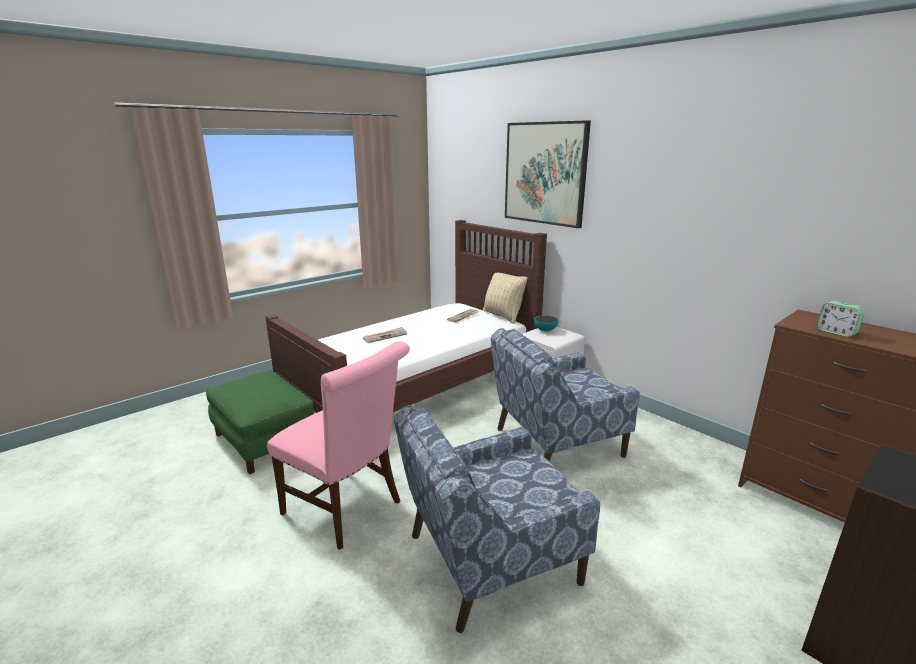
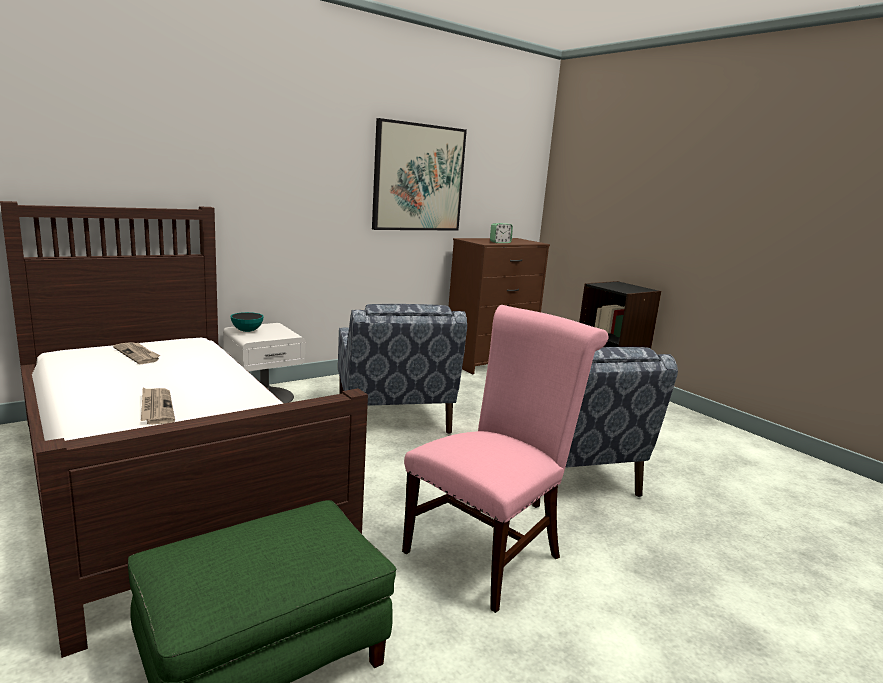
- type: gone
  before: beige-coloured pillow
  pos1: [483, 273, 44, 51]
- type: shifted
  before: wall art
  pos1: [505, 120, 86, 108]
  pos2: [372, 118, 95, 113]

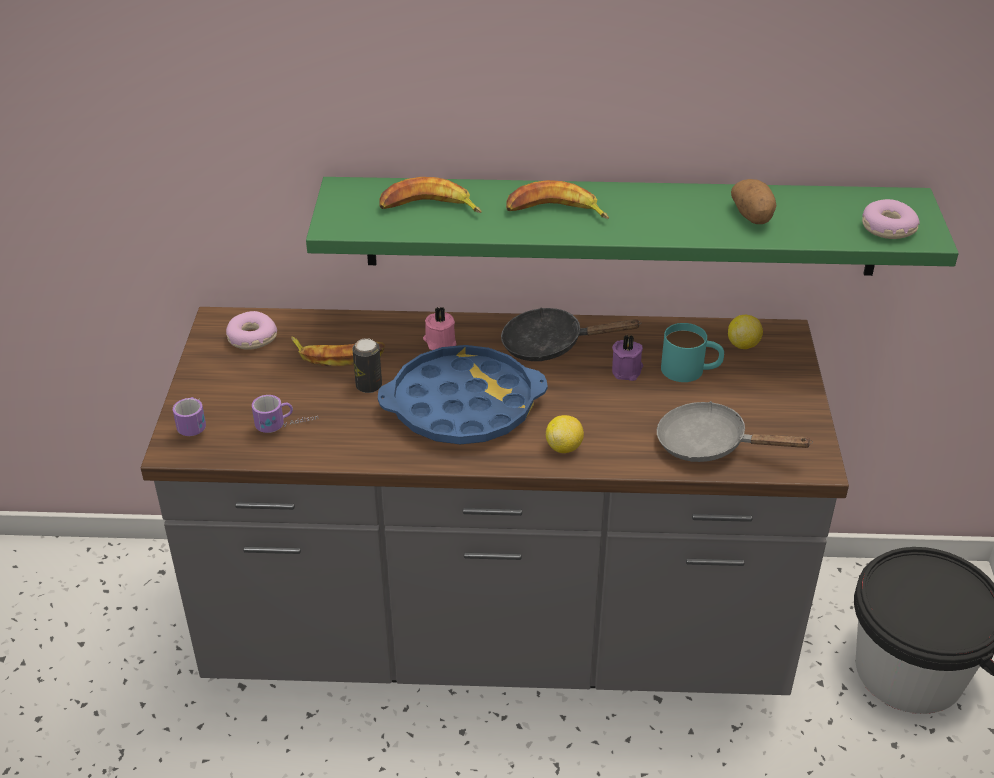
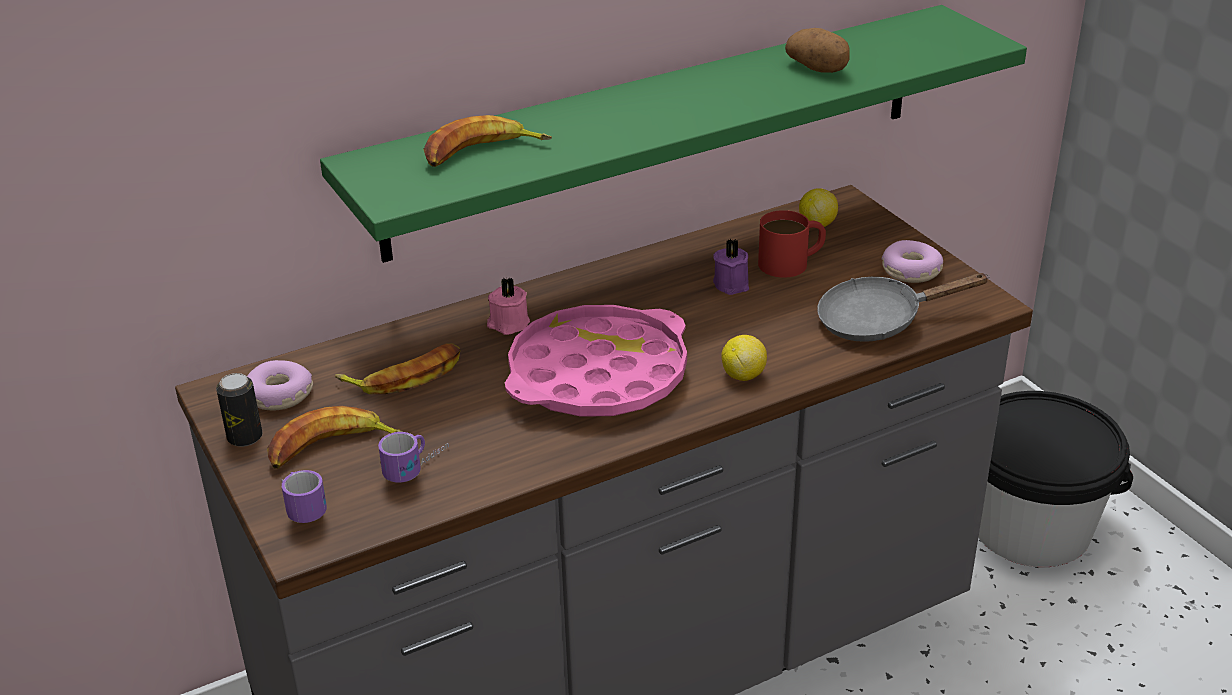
- type: shifted
  before: can
  pos1: [352, 338, 30, 55]
  pos2: [216, 373, 46, 74]
- type: repainted
  before: blue-coloured carrying tray
  after: pink-coloured carrying tray
  pos1: [378, 345, 170, 99]
  pos2: [505, 305, 182, 112]
- type: gone
  before: blackish frying pan
  pos1: [501, 307, 141, 54]
- type: shifted
  before: banana
  pos1: [506, 180, 103, 39]
  pos2: [267, 406, 135, 63]
- type: repainted
  before: blue-green mug
  after: reddish mug
  pos1: [661, 323, 63, 59]
  pos2: [758, 210, 68, 67]
- type: shifted
  before: doughnut
  pos1: [862, 199, 58, 40]
  pos2: [882, 240, 61, 43]

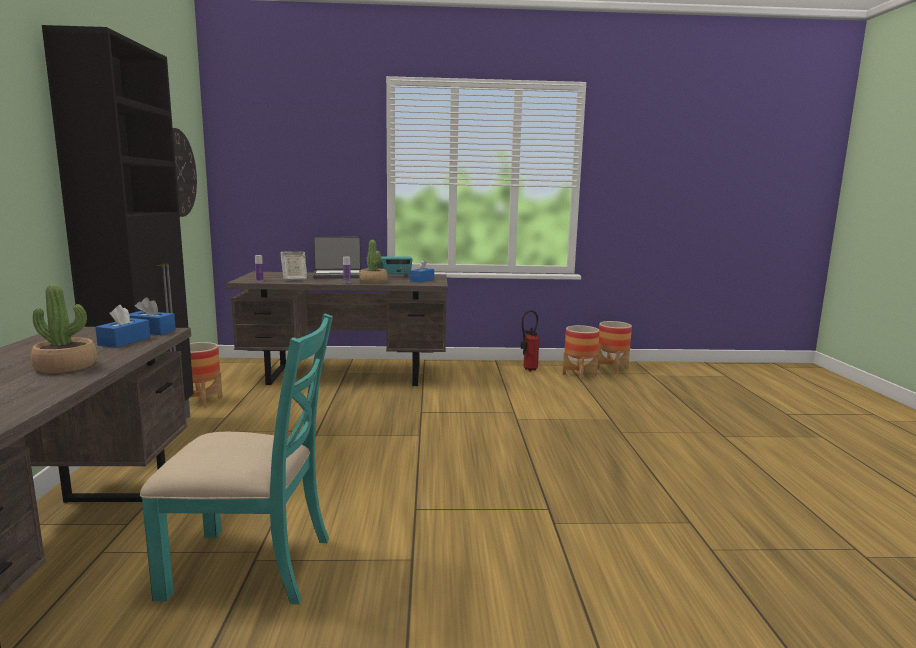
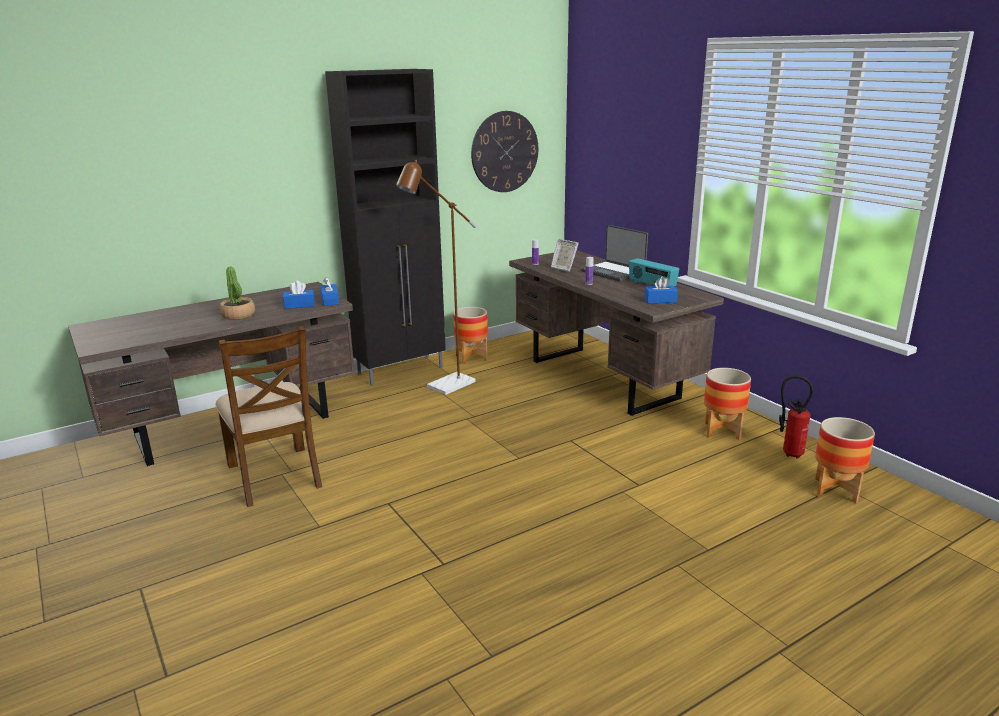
- type: repainted
  before: blue-green plain chair
  after: brown plain chair
  pos1: [140, 313, 193, 292]
  pos2: [216, 326, 106, 181]
- type: gone
  before: plant in a pot
  pos1: [359, 240, 29, 44]
- type: shifted
  before: planter
  pos1: [597, 321, 35, 53]
  pos2: [704, 368, 47, 72]
- type: new
  after: brown floor lamp
  pos2: [396, 160, 80, 235]

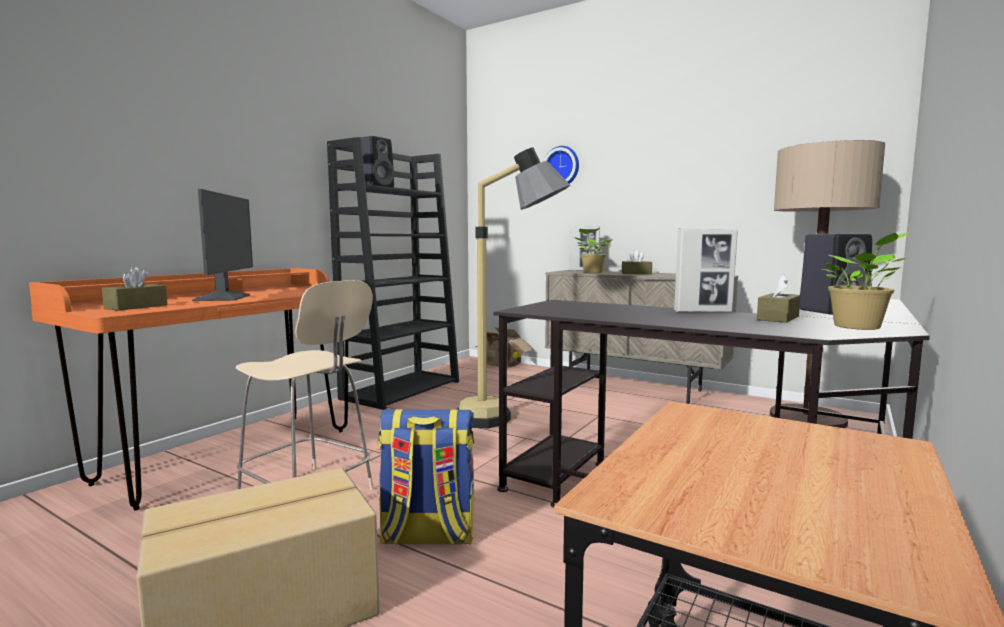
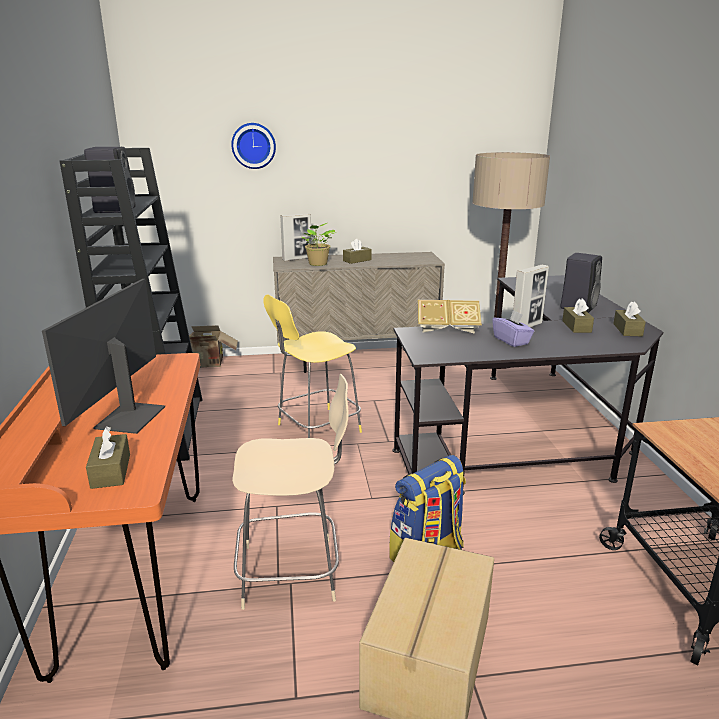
- type: rotated
  before: computer display
  pos1: [192, 189, 61, 112]
  pos2: [42, 279, 123, 155]
  turn: -120
- type: swapped
  before: floor lamp
  after: yellow sitting stool
  pos1: [457, 147, 114, 281]
  pos2: [263, 294, 99, 144]
- type: swapped
  before: plant in a pot
  after: brown tissue holder
  pos1: [822, 233, 86, 97]
  pos2: [613, 301, 33, 36]
- type: new
  after: book
  pos2: [418, 300, 64, 34]
- type: new
  after: purple tissue holder
  pos2: [492, 310, 43, 37]

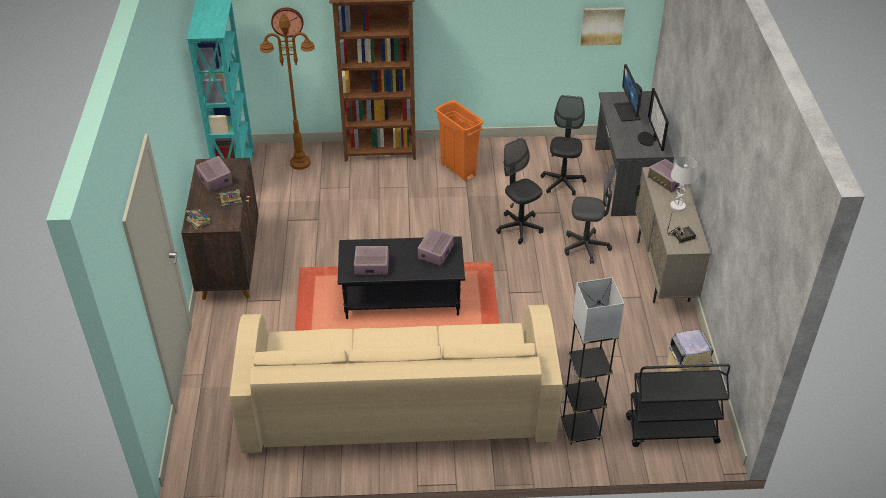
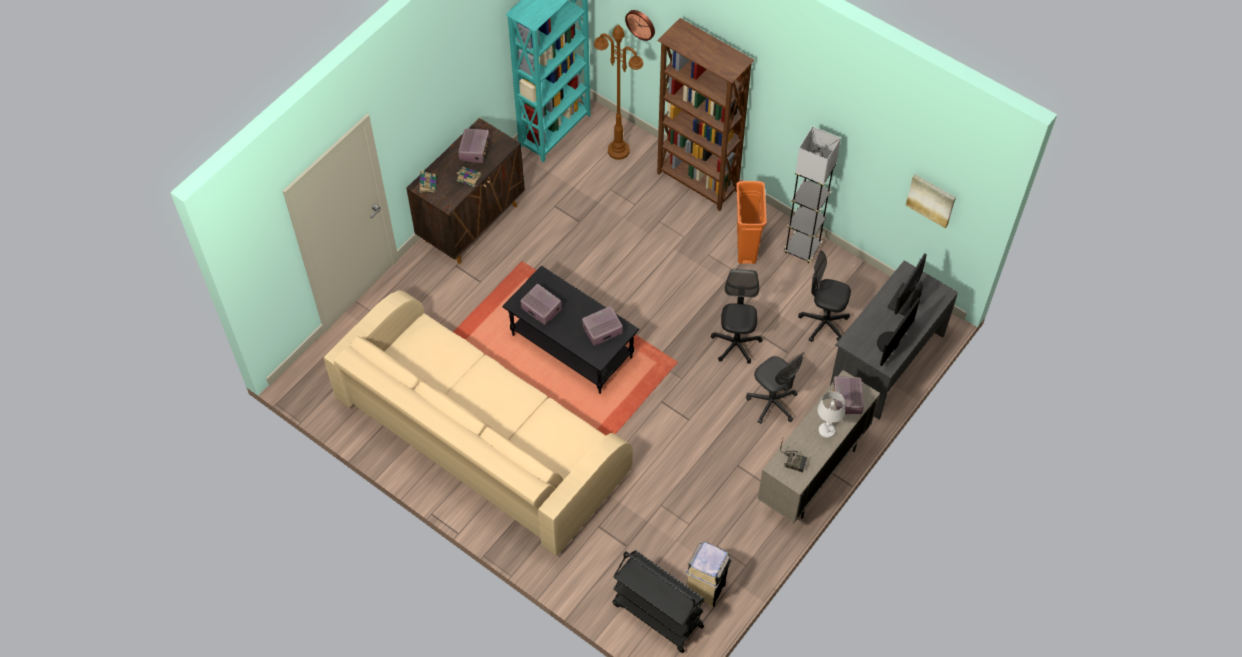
- type: rotated
  before: blackish office chair
  pos1: [541, 95, 45, 101]
  pos2: [798, 250, 53, 92]
  turn: -120
- type: shifted
  before: grey floor lamp
  pos1: [561, 277, 63, 168]
  pos2: [784, 126, 57, 137]

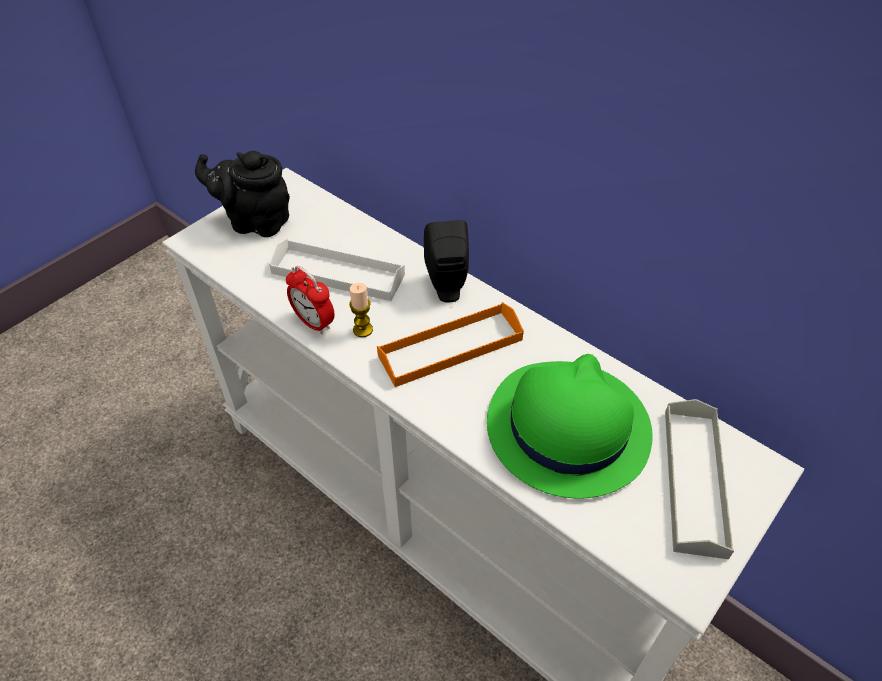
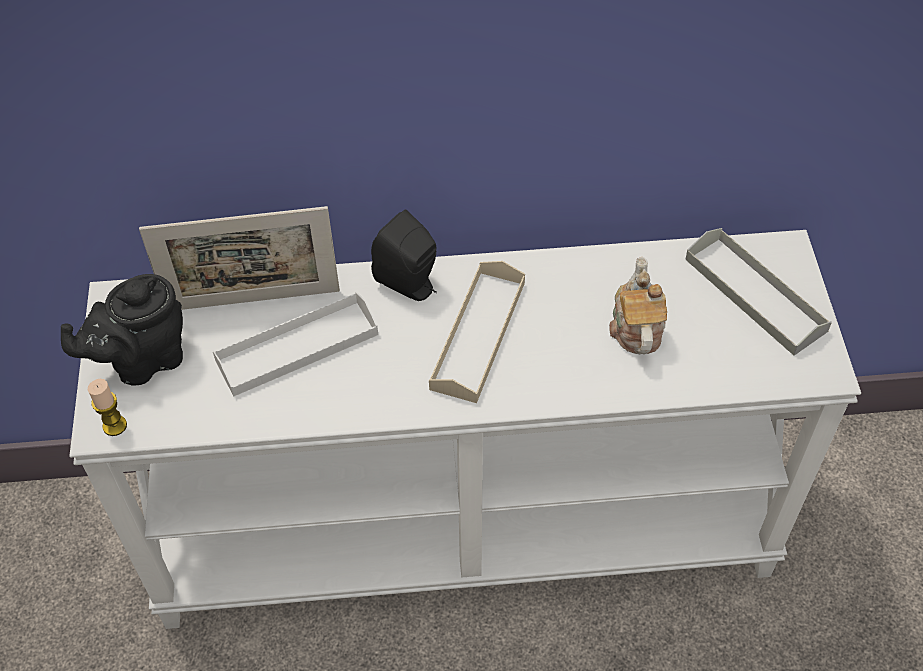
- type: gone
  before: bedside clock
  pos1: [286, 266, 49, 69]
- type: shifted
  before: wax light
  pos1: [349, 283, 24, 54]
  pos2: [88, 379, 39, 57]
- type: repainted
  before: orange carrying tray
  after: beige-coloured carrying tray
  pos1: [377, 302, 147, 85]
  pos2: [429, 261, 96, 142]
- type: swapped
  before: green clothing hat
  after: tea pot
  pos1: [487, 354, 166, 145]
  pos2: [609, 256, 58, 98]
- type: new
  after: photo frame
  pos2: [139, 206, 201, 104]

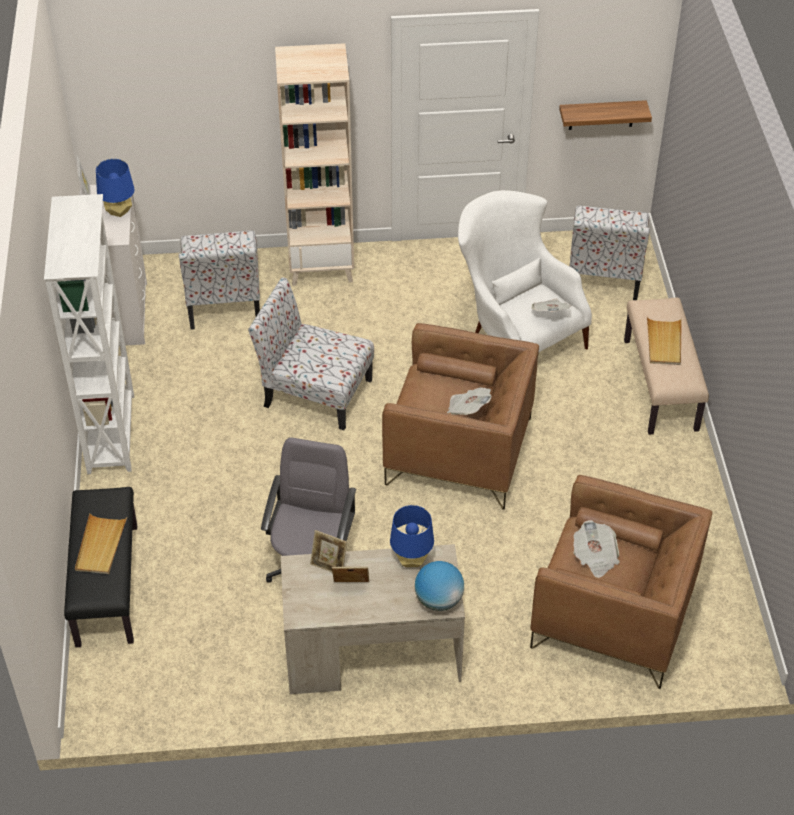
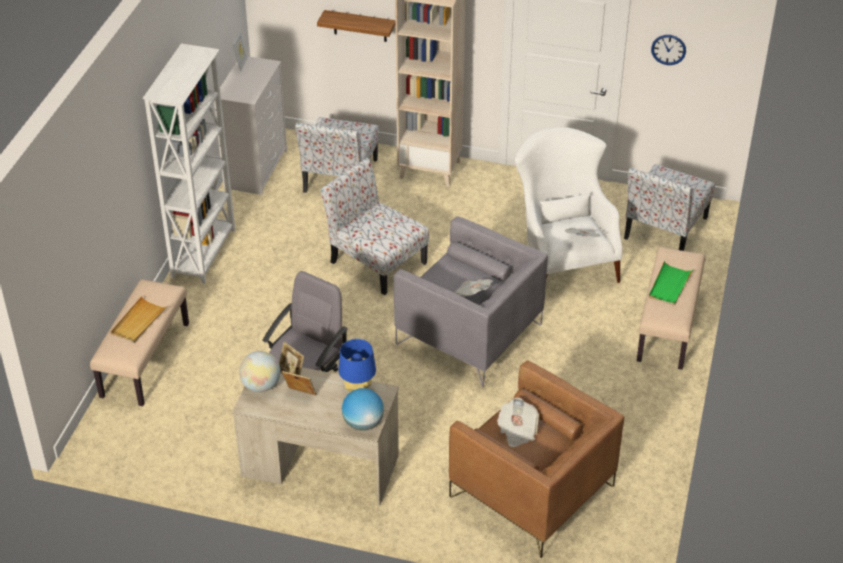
- type: repainted
  before: blackish indoor bench
  after: beige-coloured indoor bench
  pos1: [64, 487, 73, 160]
  pos2: [90, 279, 99, 127]
- type: gone
  before: blue-coloured tabletop lamp
  pos1: [96, 159, 38, 58]
- type: repainted
  before: brown easy chair
  after: grey easy chair
  pos1: [382, 323, 157, 187]
  pos2: [394, 216, 154, 171]
- type: shifted
  before: wall shelf
  pos1: [559, 100, 93, 30]
  pos2: [317, 10, 78, 32]
- type: repainted
  before: beige-coloured carrying tray
  after: green carrying tray
  pos1: [647, 317, 35, 48]
  pos2: [649, 261, 45, 45]
- type: new
  after: globe
  pos2: [239, 351, 41, 41]
- type: new
  after: hanging clock
  pos2: [651, 35, 35, 30]

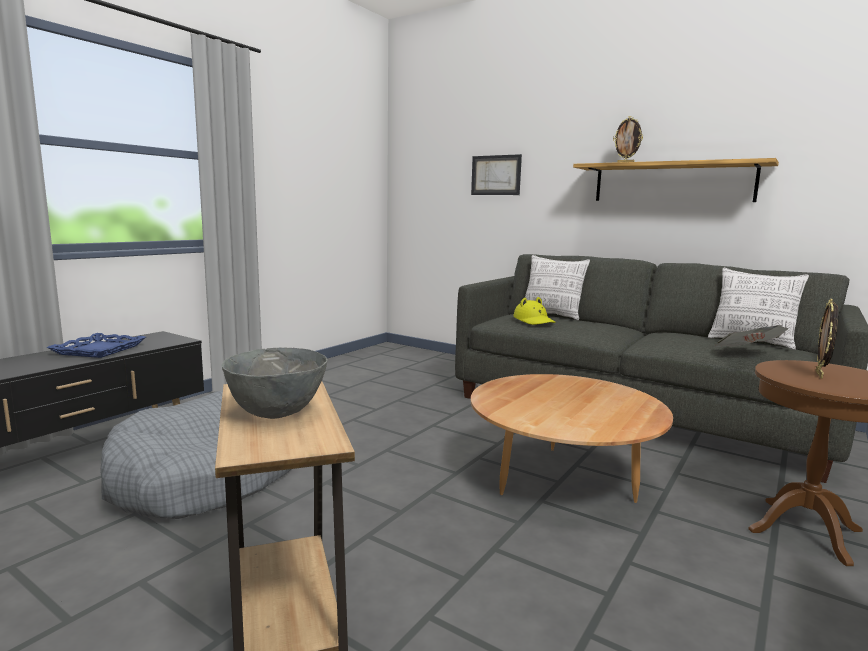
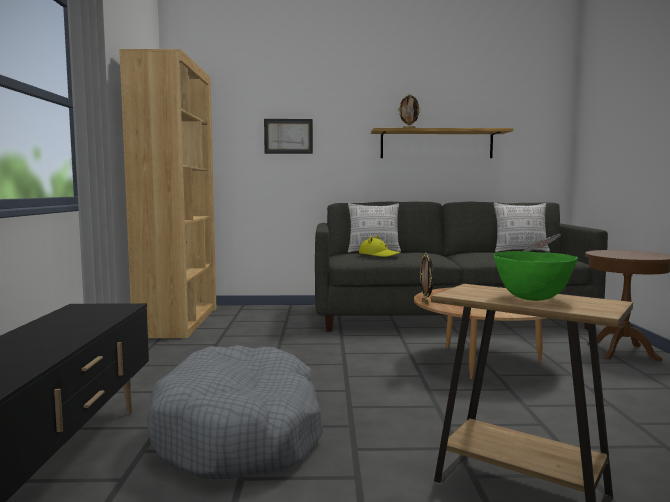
- type: gone
  before: blue-coloured carrying tray
  pos1: [47, 333, 99, 25]
- type: repainted
  before: grey deep dish
  after: green deep dish
  pos1: [222, 348, 105, 71]
  pos2: [493, 251, 85, 50]
- type: shifted
  before: photo frame
  pos1: [815, 299, 23, 79]
  pos2: [420, 253, 13, 52]
- type: new
  after: brown bookshelf
  pos2: [119, 49, 98, 289]

